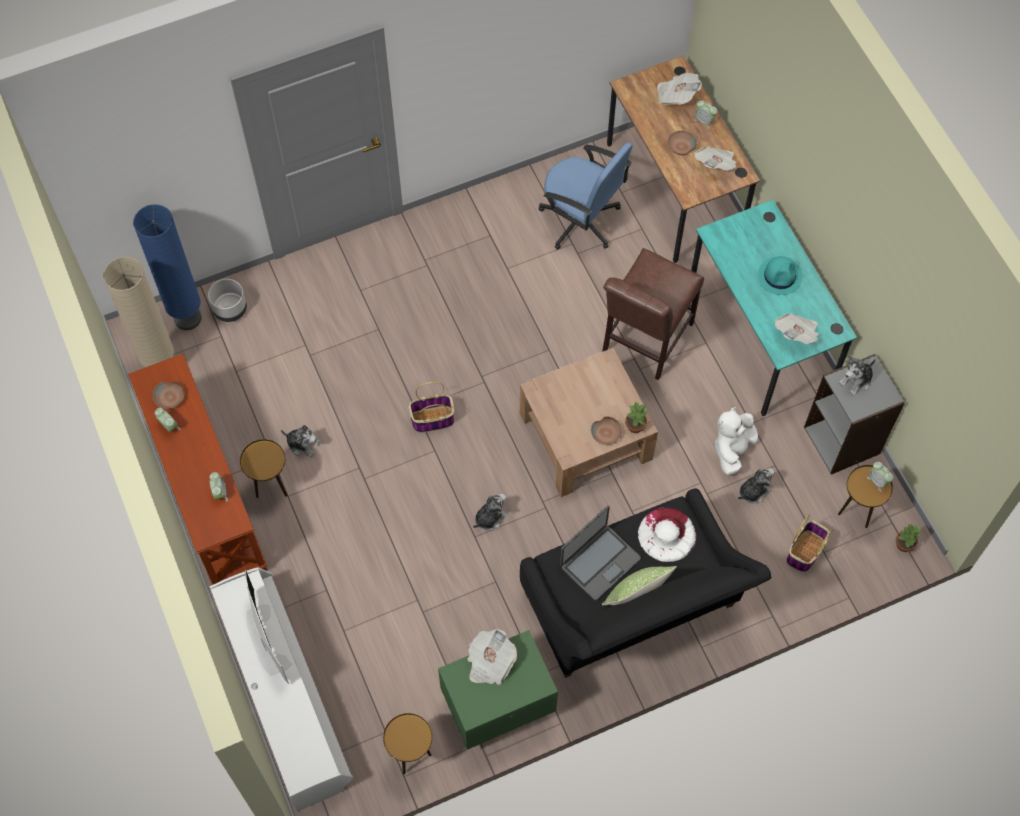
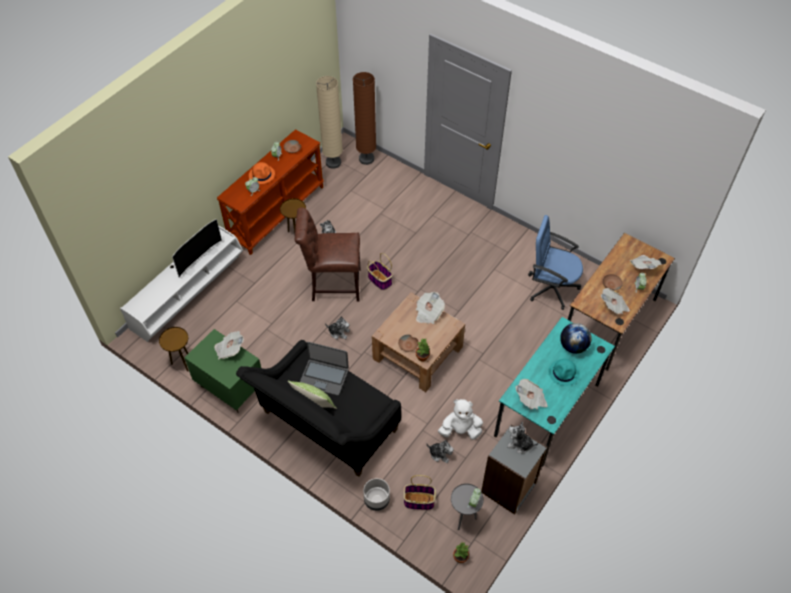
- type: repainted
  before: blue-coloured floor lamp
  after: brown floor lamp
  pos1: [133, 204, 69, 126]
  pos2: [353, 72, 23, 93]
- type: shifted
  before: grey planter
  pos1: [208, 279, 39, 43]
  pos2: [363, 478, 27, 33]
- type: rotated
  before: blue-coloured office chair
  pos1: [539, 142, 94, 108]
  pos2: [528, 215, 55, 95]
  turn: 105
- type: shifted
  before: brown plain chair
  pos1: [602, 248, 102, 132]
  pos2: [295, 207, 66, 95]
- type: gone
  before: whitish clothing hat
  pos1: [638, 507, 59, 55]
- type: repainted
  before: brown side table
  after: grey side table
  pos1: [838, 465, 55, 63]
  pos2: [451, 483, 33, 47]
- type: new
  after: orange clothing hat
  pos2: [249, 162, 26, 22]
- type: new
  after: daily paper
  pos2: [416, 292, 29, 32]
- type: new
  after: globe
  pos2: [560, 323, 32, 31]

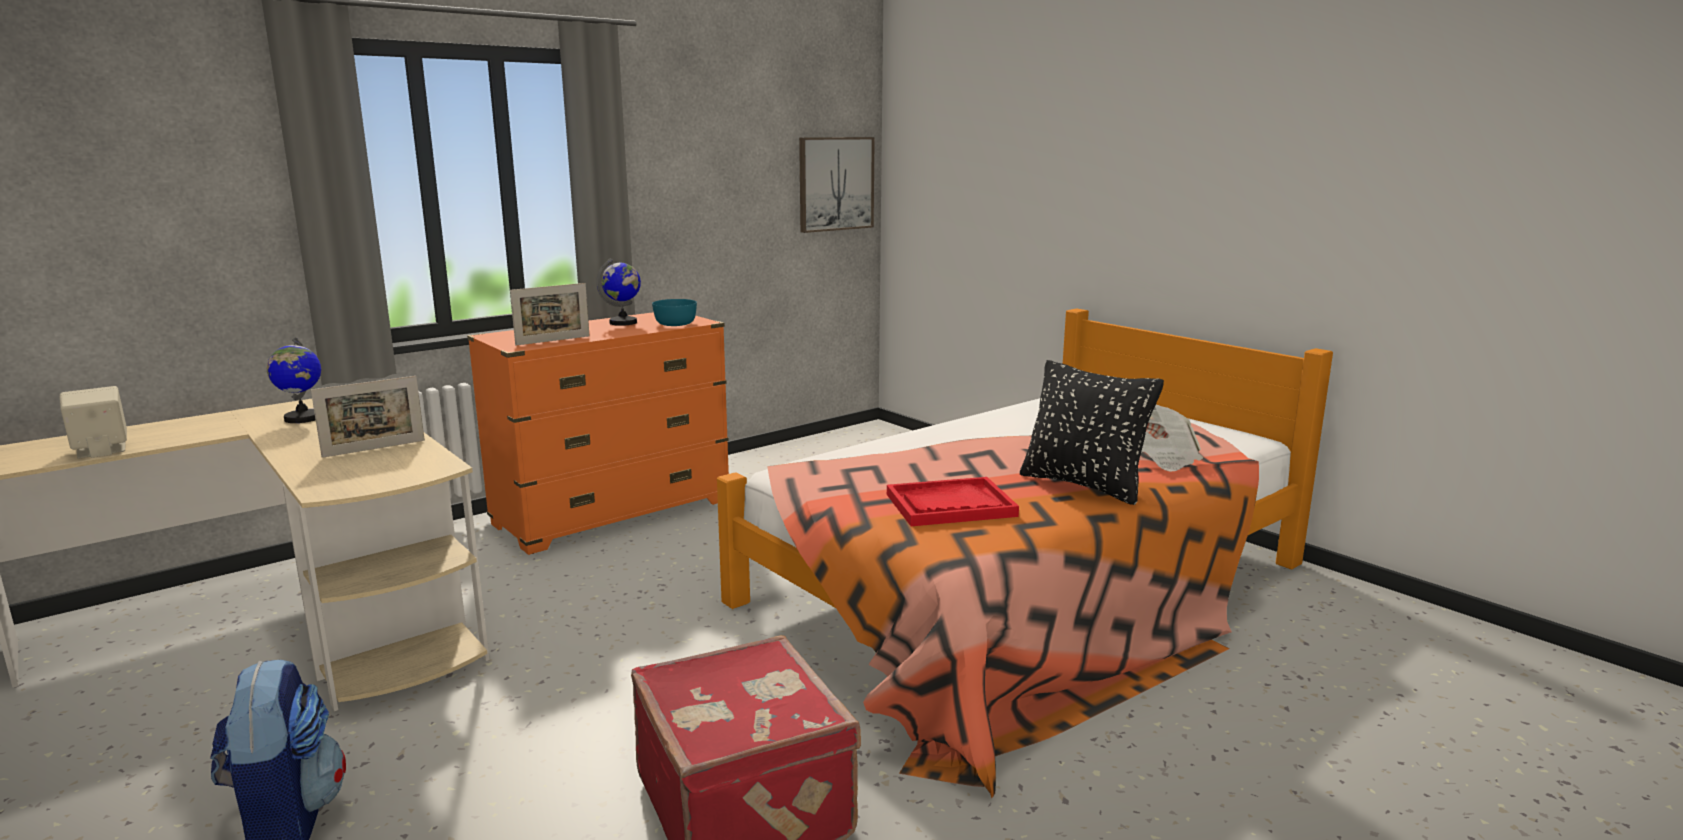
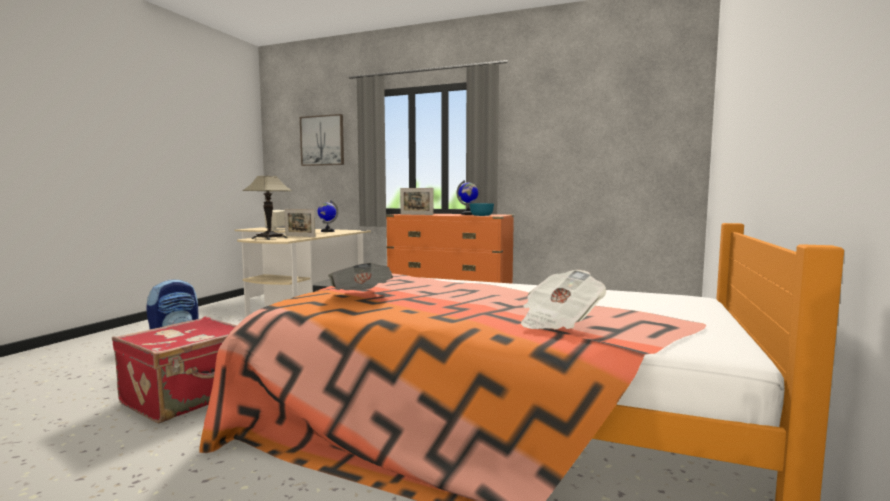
- type: shifted
  before: wall art
  pos1: [799, 137, 76, 96]
  pos2: [300, 114, 44, 52]
- type: swapped
  before: reddish carrying tray
  after: daily paper
  pos1: [887, 477, 132, 49]
  pos2: [328, 263, 65, 27]
- type: gone
  before: blackish pillow
  pos1: [1020, 360, 144, 145]
- type: new
  after: tabletop lamp
  pos2: [242, 176, 50, 64]

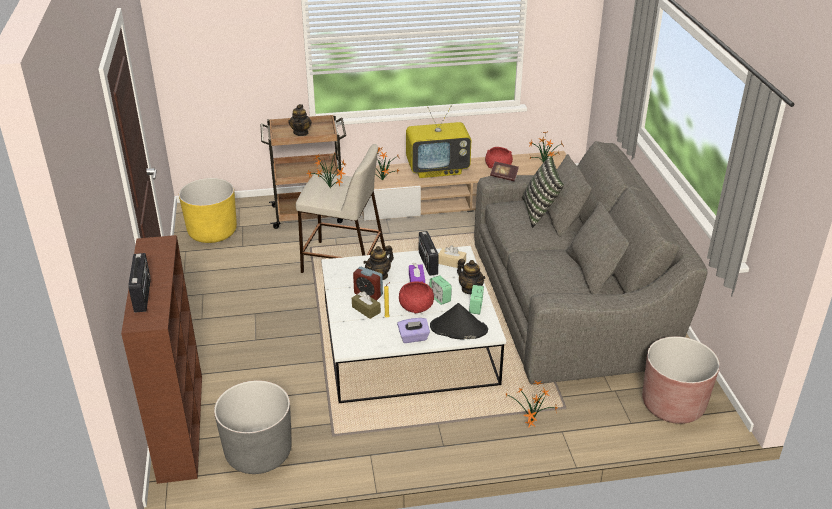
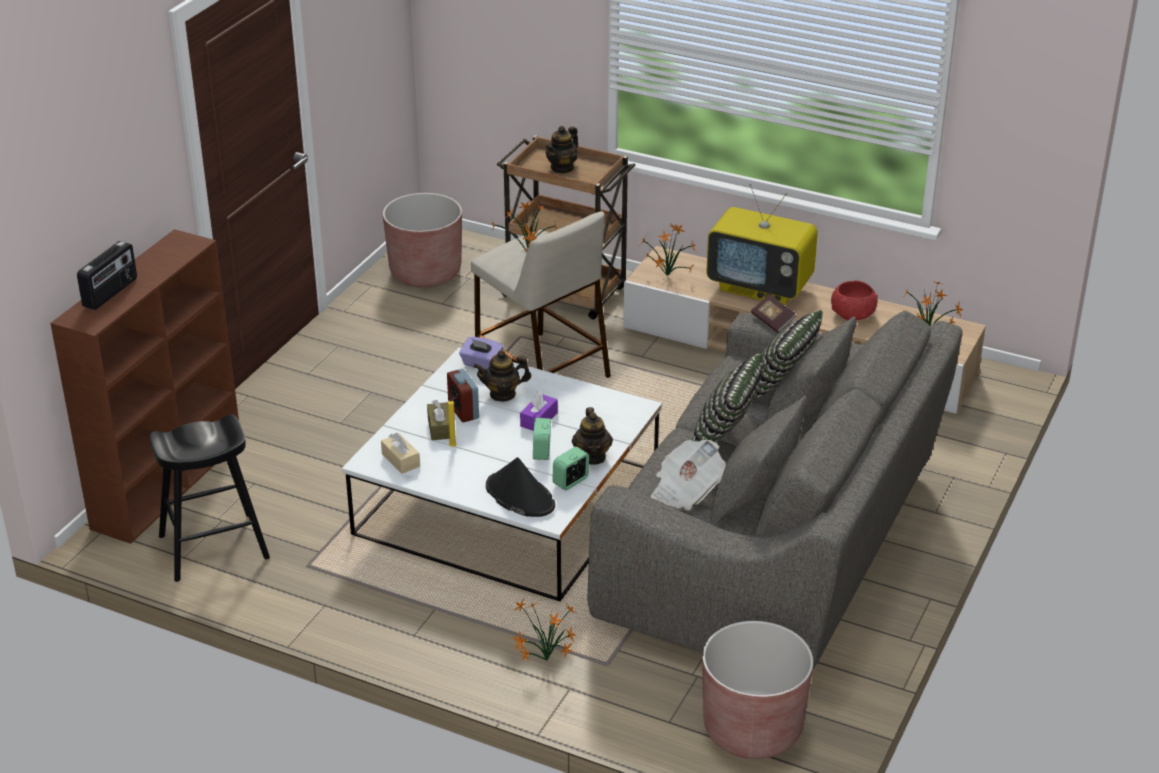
- type: repainted
  before: yellow planter
  after: brown planter
  pos1: [179, 178, 58, 65]
  pos2: [383, 193, 79, 95]
- type: swapped
  before: grey planter
  after: blackish sitting stool
  pos1: [214, 380, 78, 94]
  pos2: [149, 414, 121, 168]
- type: shifted
  before: purple tissue holder
  pos1: [397, 318, 33, 25]
  pos2: [459, 337, 45, 33]
- type: gone
  before: reddish deep dish
  pos1: [399, 281, 35, 32]
- type: gone
  before: radio
  pos1: [419, 231, 20, 45]
- type: shifted
  before: beige-coloured tissue holder
  pos1: [438, 245, 28, 24]
  pos2: [381, 433, 39, 41]
- type: new
  after: daily paper
  pos2: [650, 440, 76, 70]
- type: new
  after: pillow
  pos2: [692, 353, 72, 90]

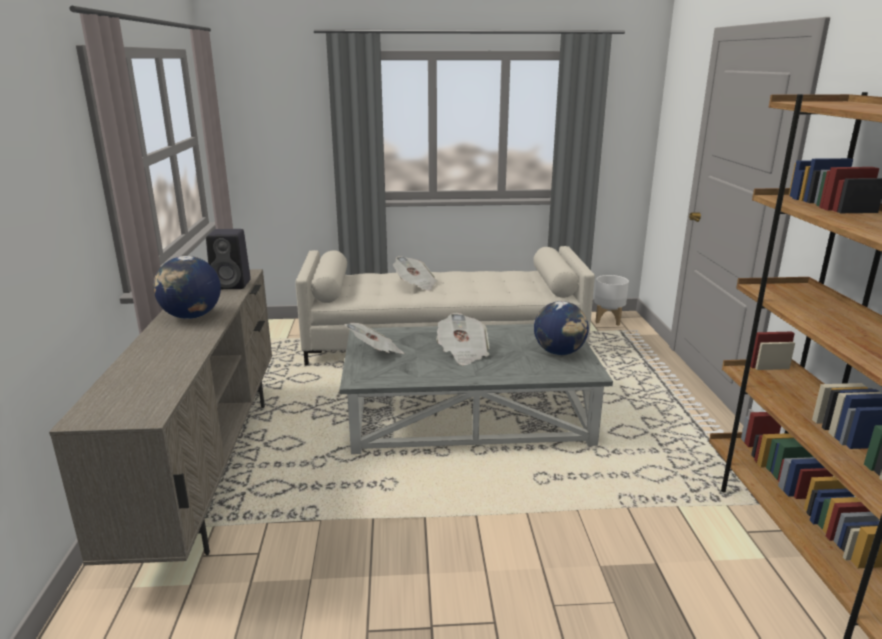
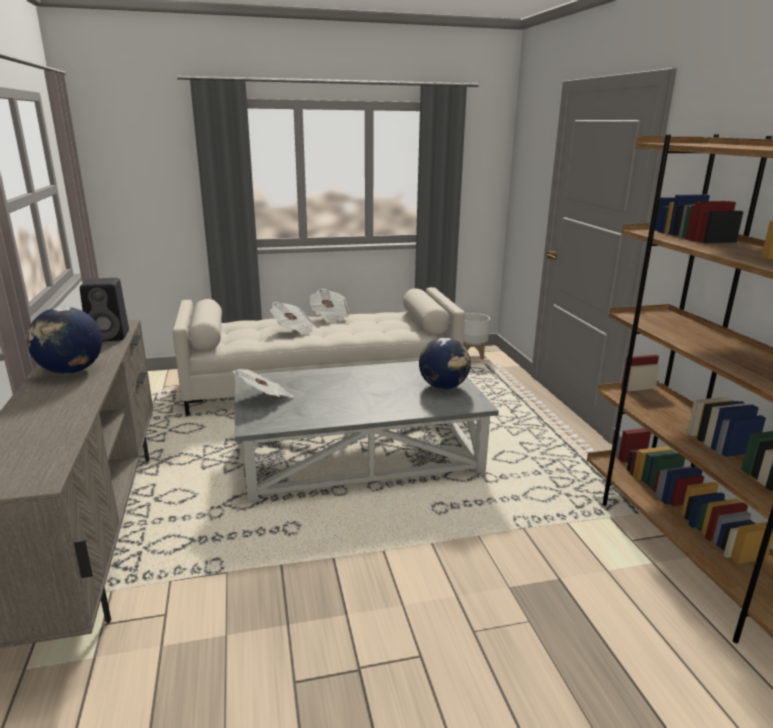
- type: shifted
  before: daily paper
  pos1: [436, 313, 53, 52]
  pos2: [310, 289, 39, 34]

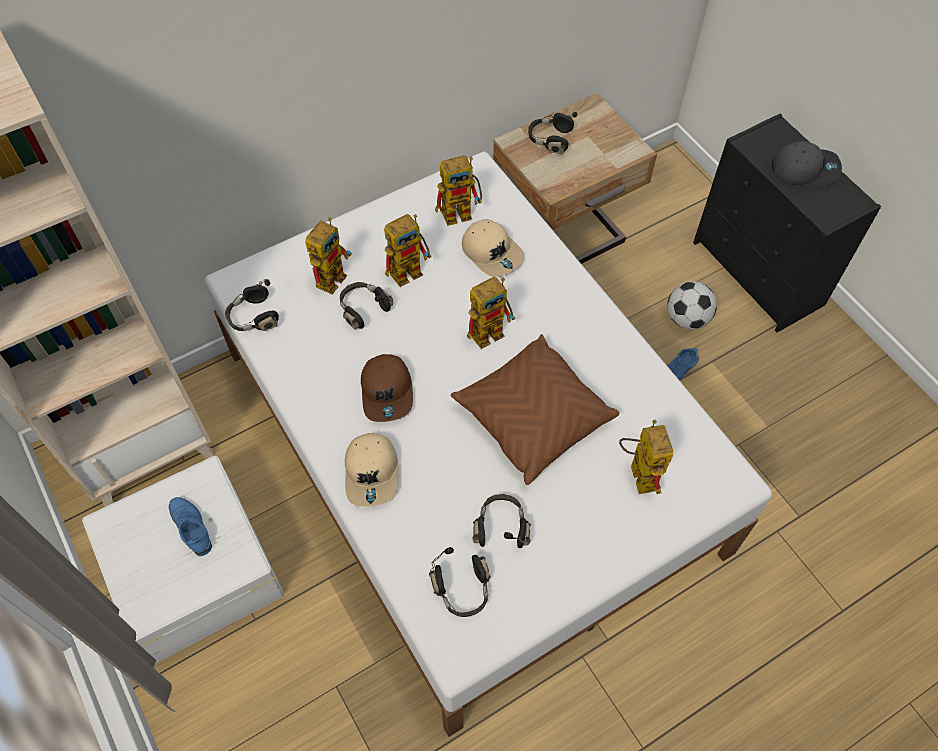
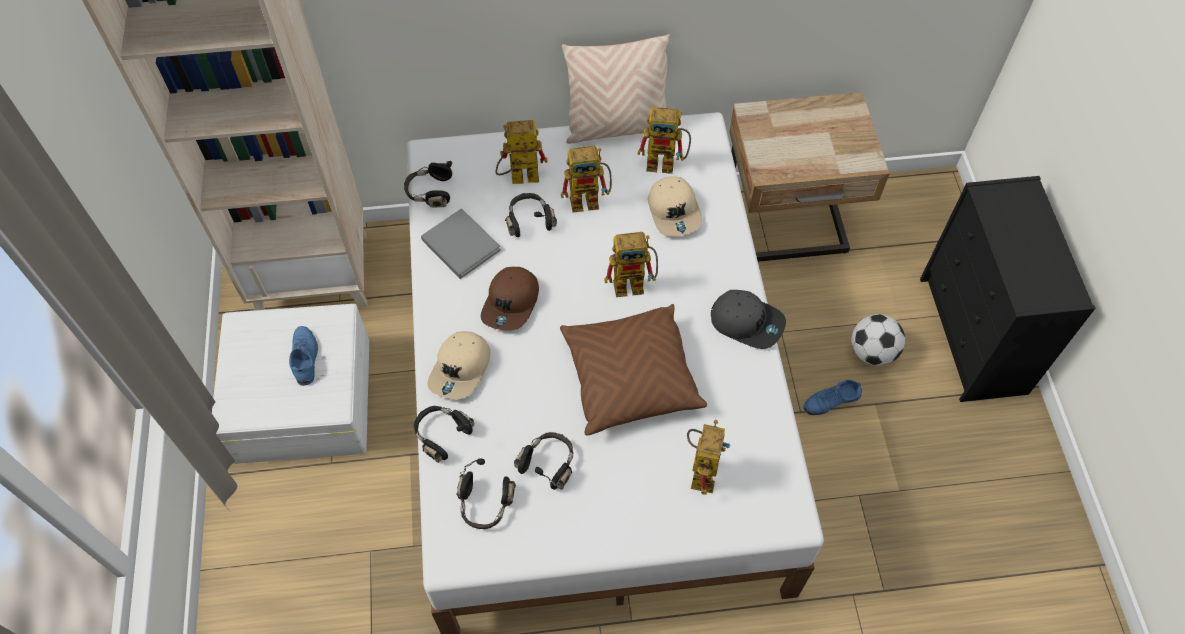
- type: rotated
  before: robot figure
  pos1: [305, 217, 47, 78]
  pos2: [495, 120, 53, 64]
  turn: -150
- type: shifted
  before: blackish headphones
  pos1: [528, 112, 49, 42]
  pos2: [414, 406, 60, 57]
- type: shifted
  before: grey baseball cap
  pos1: [772, 141, 70, 44]
  pos2: [711, 290, 75, 59]
- type: new
  after: grey book
  pos2: [421, 208, 80, 71]
- type: new
  after: beige-coloured pillow
  pos2: [562, 34, 108, 110]

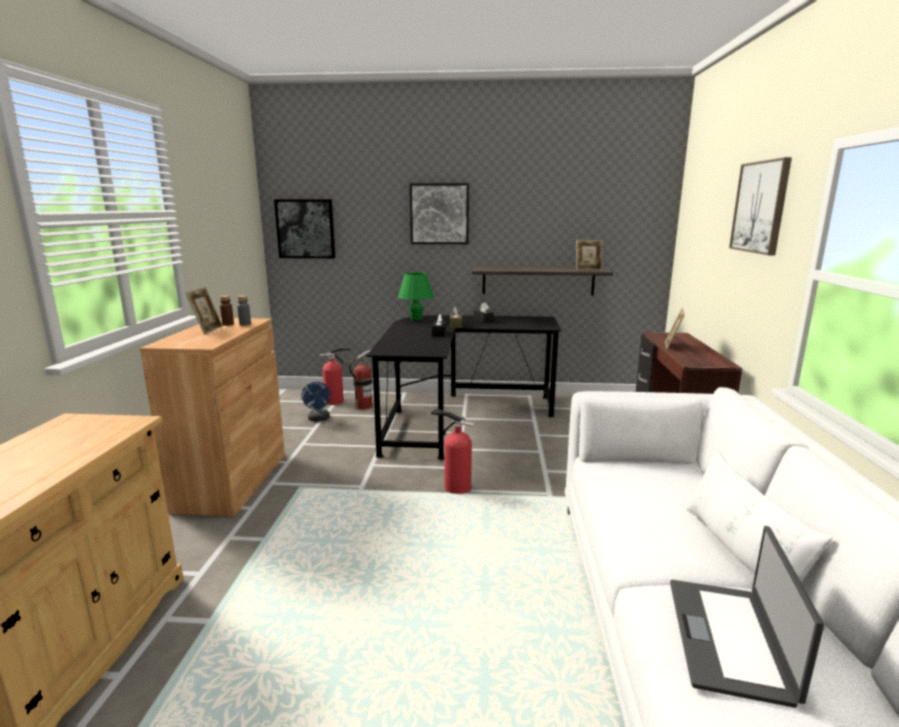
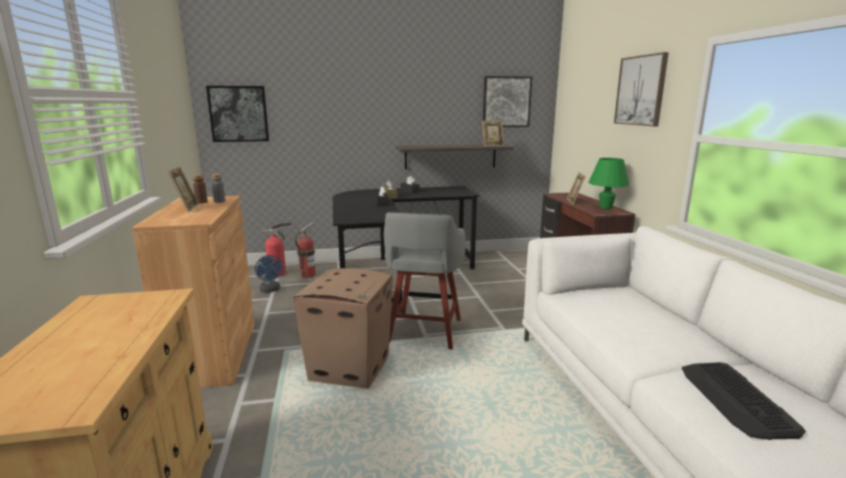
- type: shifted
  before: green tabletop lamp
  pos1: [398, 272, 36, 49]
  pos2: [588, 158, 42, 51]
- type: shifted
  before: wall art
  pos1: [410, 183, 59, 61]
  pos2: [483, 76, 49, 51]
- type: swapped
  before: fire-fighting cylinder
  after: grey sitting stool
  pos1: [431, 409, 43, 85]
  pos2: [384, 212, 82, 137]
- type: swapped
  before: notebook computer
  after: PC keyboard
  pos1: [670, 526, 154, 182]
  pos2: [682, 362, 124, 78]
- type: gone
  before: whitish pillow
  pos1: [686, 450, 146, 132]
- type: new
  after: cardboard box
  pos2: [293, 268, 100, 121]

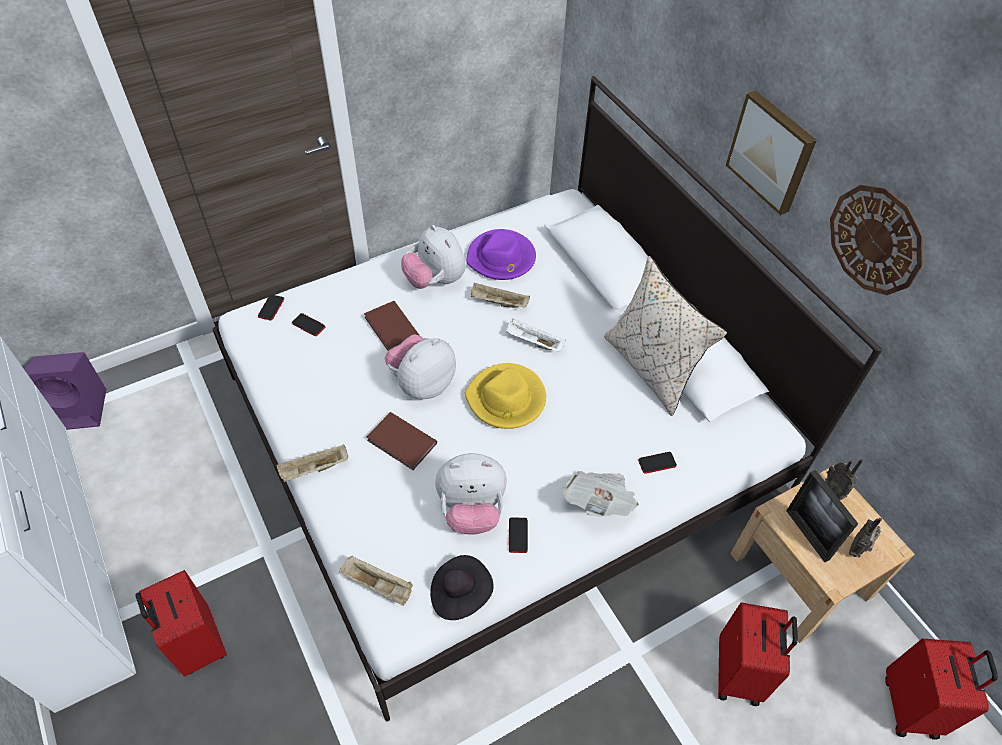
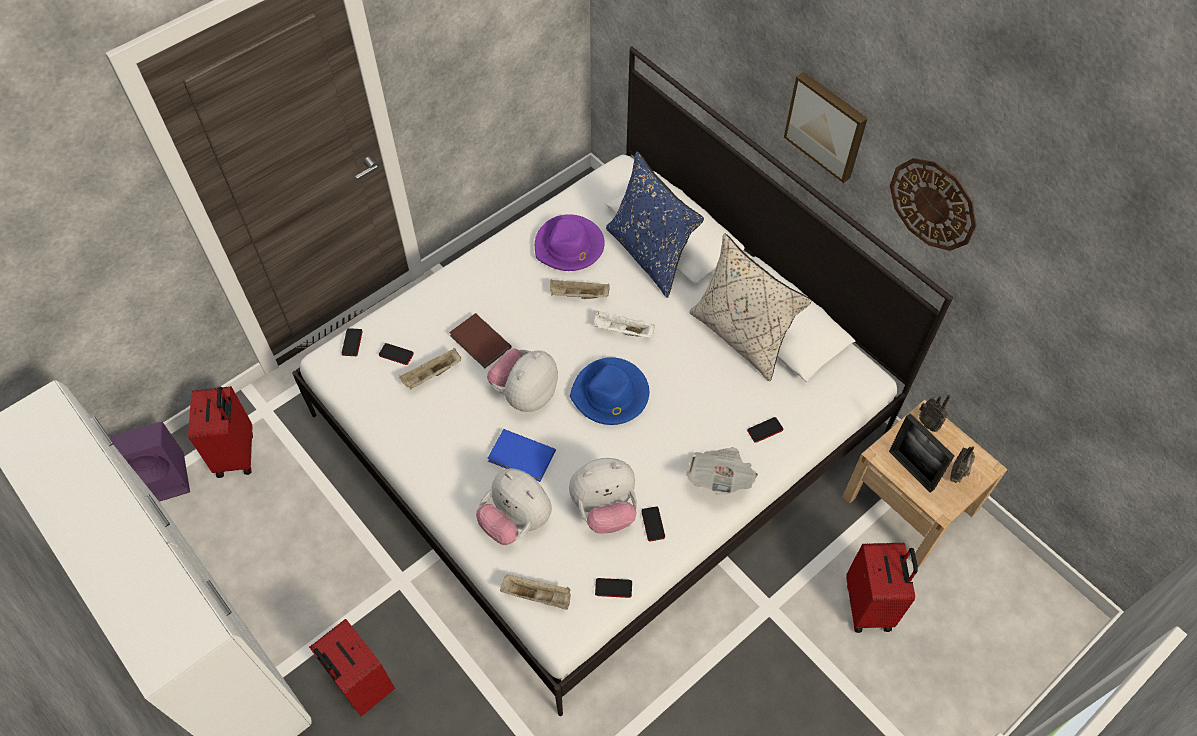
- type: shifted
  before: beige-coloured carrying tray
  pos1: [277, 444, 71, 38]
  pos2: [399, 348, 62, 42]
- type: repainted
  before: brown book
  after: blue-coloured book
  pos1: [367, 412, 70, 58]
  pos2: [487, 429, 69, 53]
- type: shifted
  before: cuddly toy
  pos1: [401, 225, 65, 64]
  pos2: [476, 468, 76, 77]
- type: swapped
  before: blackish clothing hat
  after: phone
  pos1: [430, 555, 64, 65]
  pos2: [595, 578, 37, 20]
- type: repainted
  before: yellow clothing hat
  after: blue-coloured clothing hat
  pos1: [465, 363, 81, 66]
  pos2: [570, 357, 79, 68]
- type: shifted
  before: reddish suitcase
  pos1: [885, 639, 113, 101]
  pos2: [188, 386, 65, 92]
- type: new
  after: blue-coloured pillow
  pos2: [606, 151, 98, 147]

